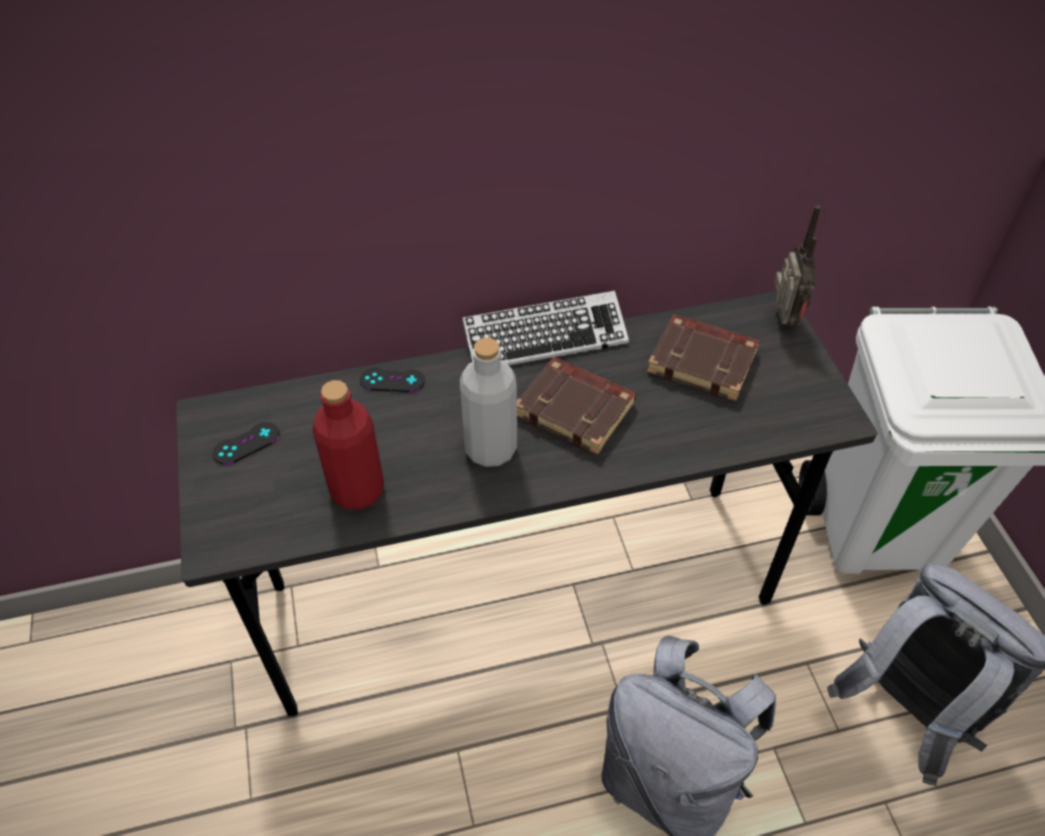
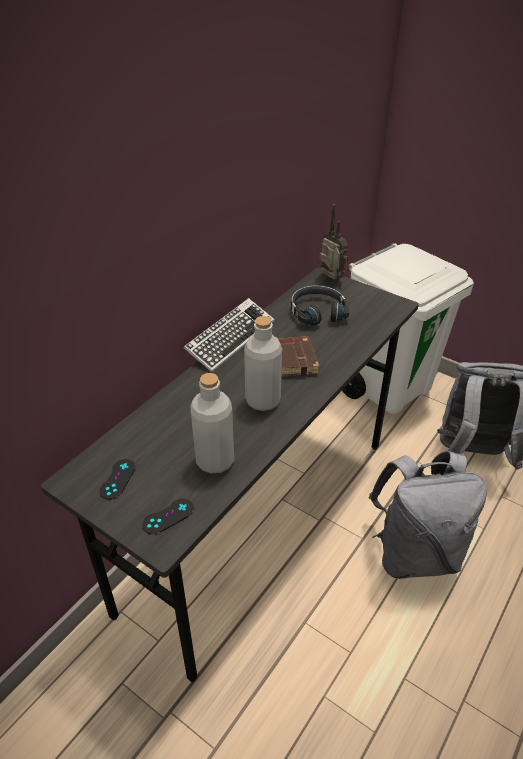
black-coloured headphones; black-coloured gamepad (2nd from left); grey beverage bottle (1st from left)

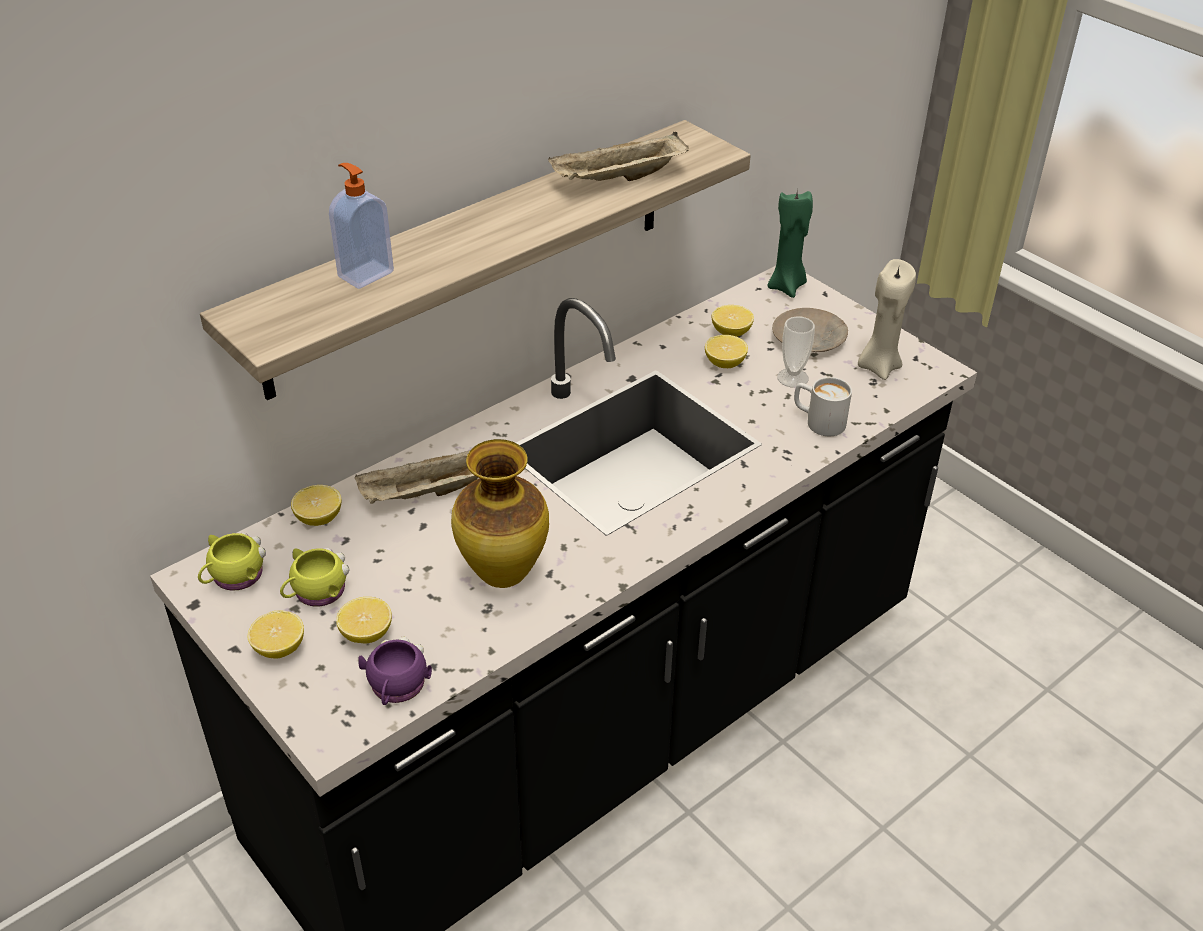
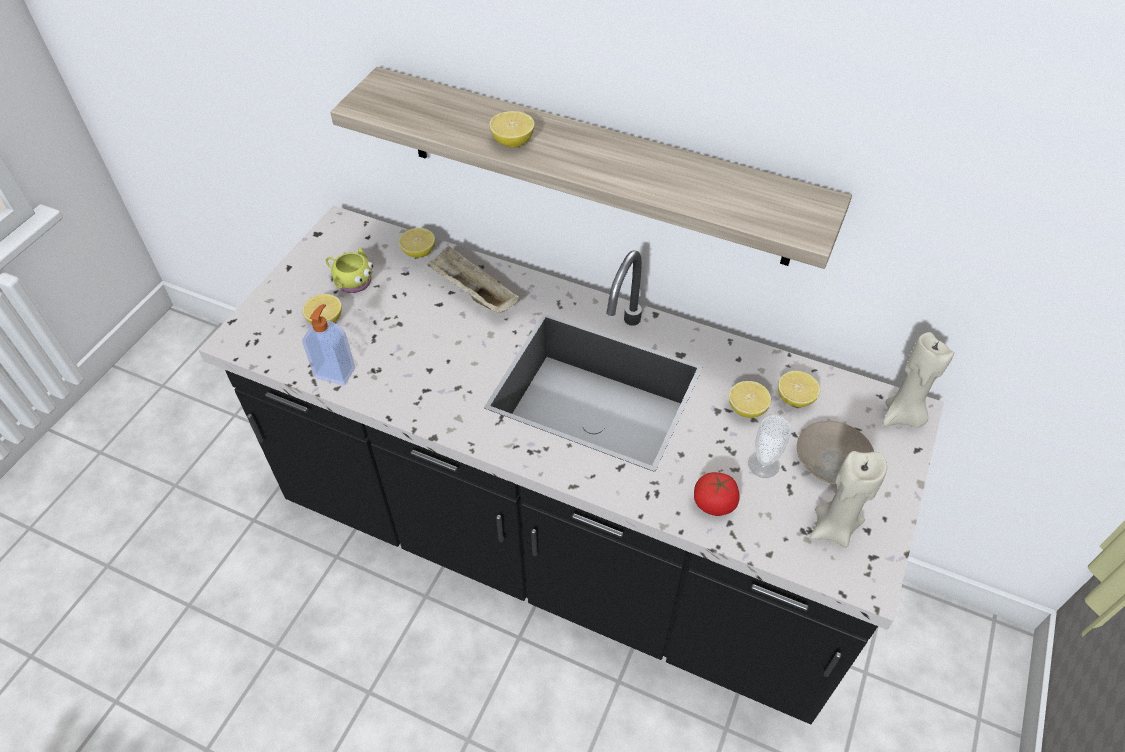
sand-coloured serving tray (2nd from left in the first image); liquid soap bottle; sand-coloured wax candle (2nd from left); fresh tomato; decorative vase; yellow-coloured coffee mug (1st from left in the first image); lemon (3rd from left); purple-coloured coffee mug

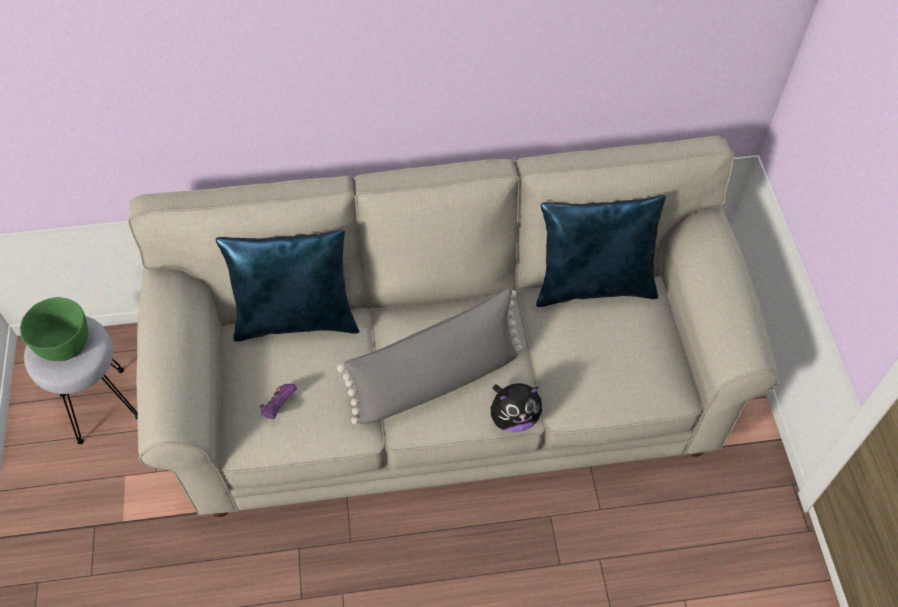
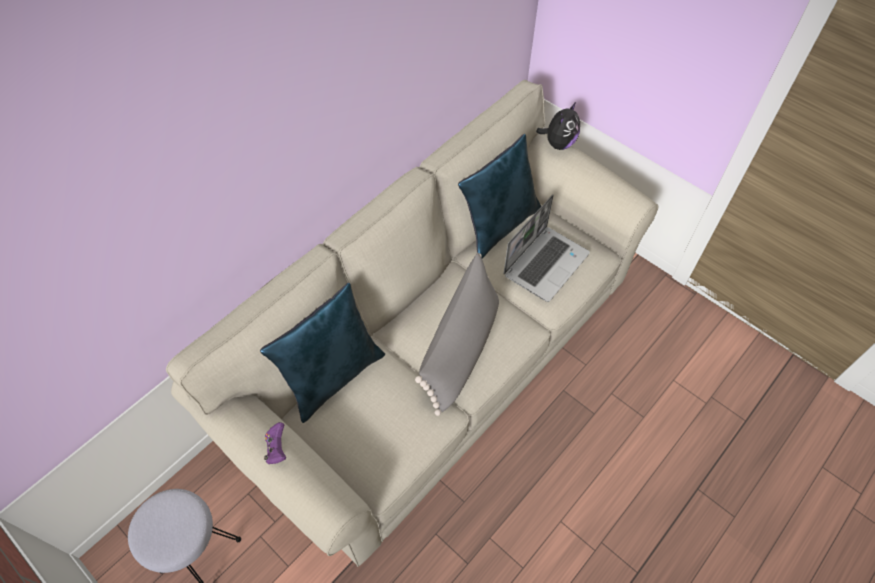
greenish serving bowl; soft toy; purple-coloured gamepad; laptop

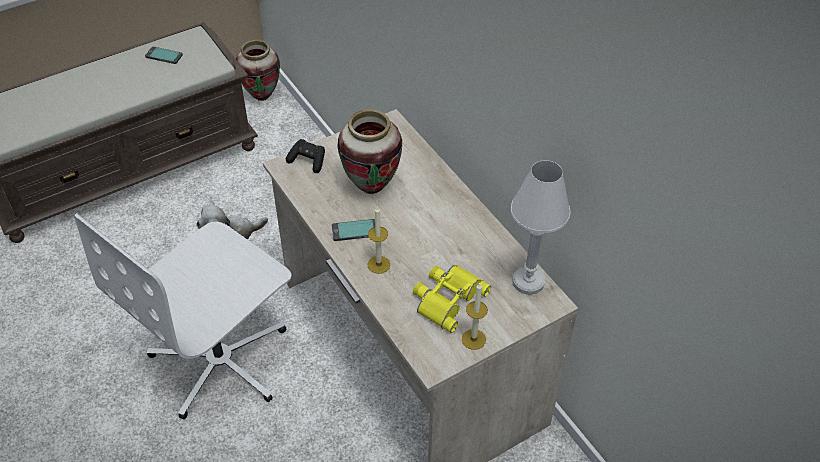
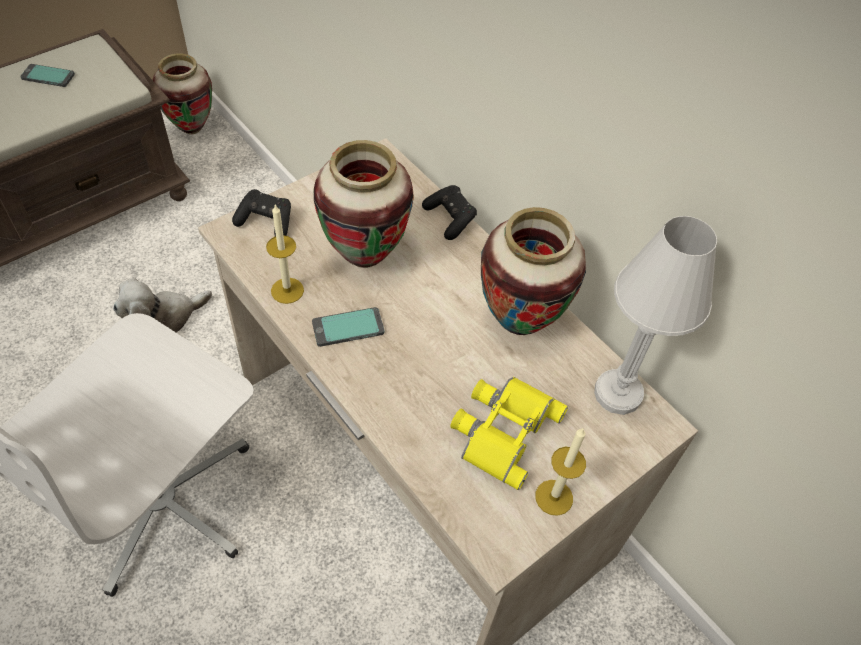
wax candle (1st from left); black-coloured gamepad (2nd from left); decorative vase (3rd from left)

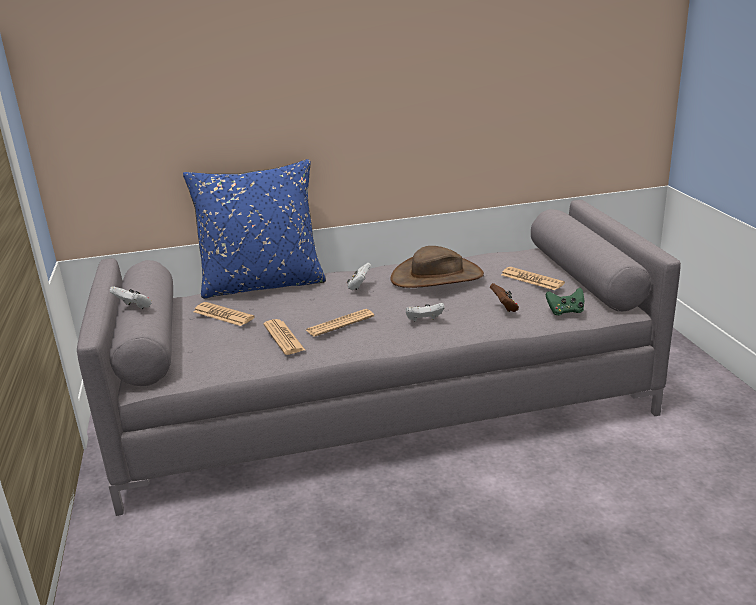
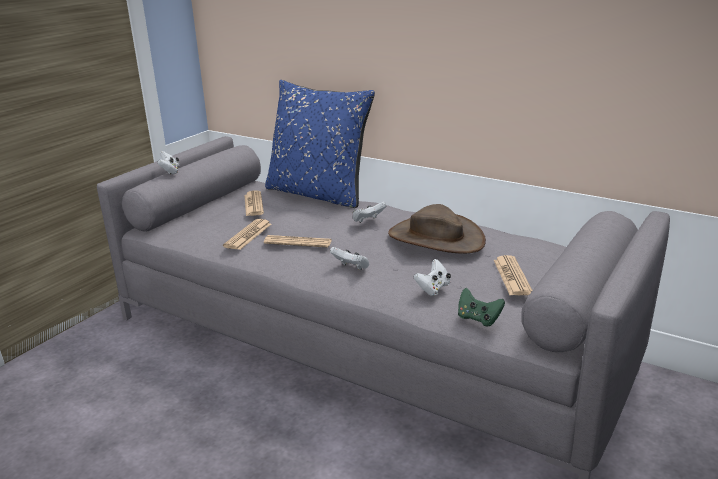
white gamepad (4th from left)

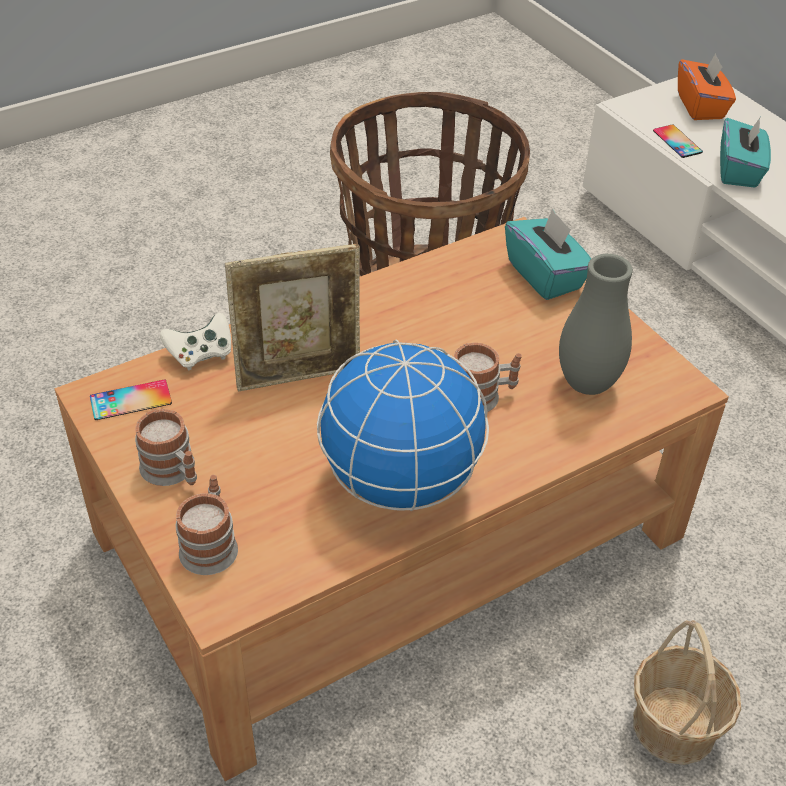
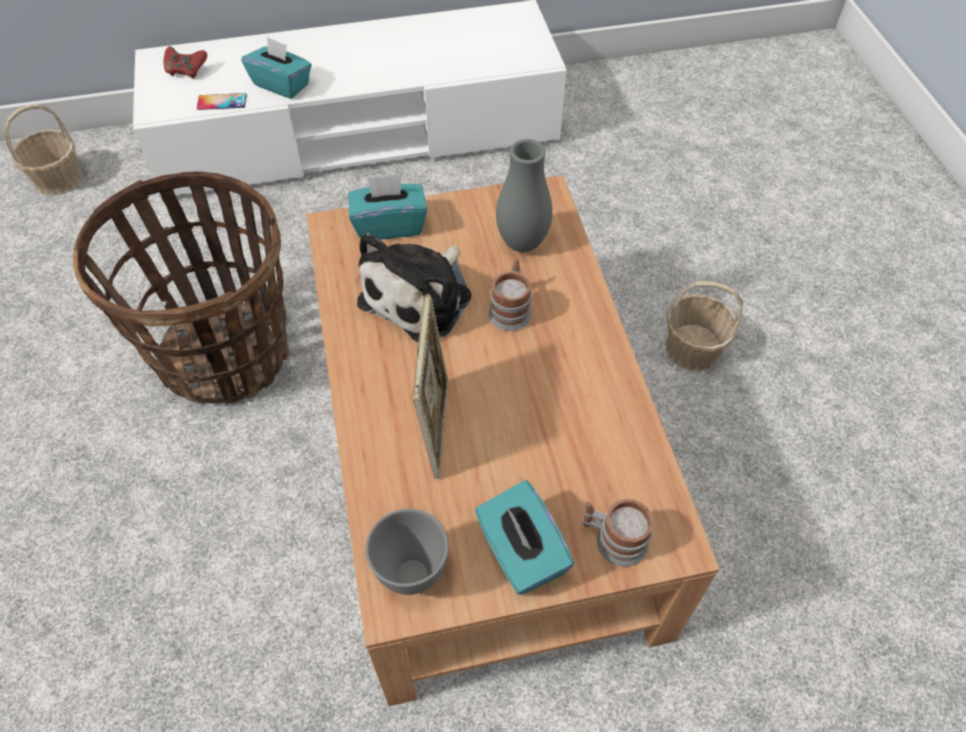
red gamepad; white gamepad; globe; grey serving bowl; blue-green tissue holder (3rd from left); storage basket (1st from left); soft toy

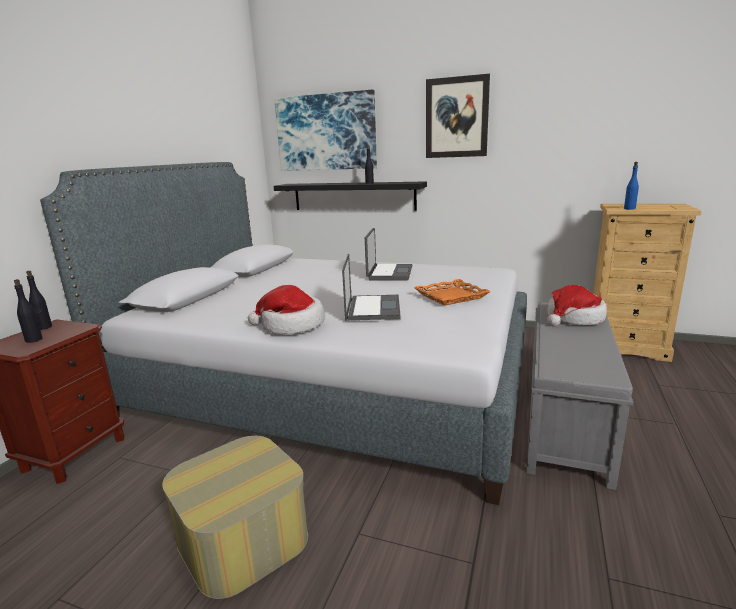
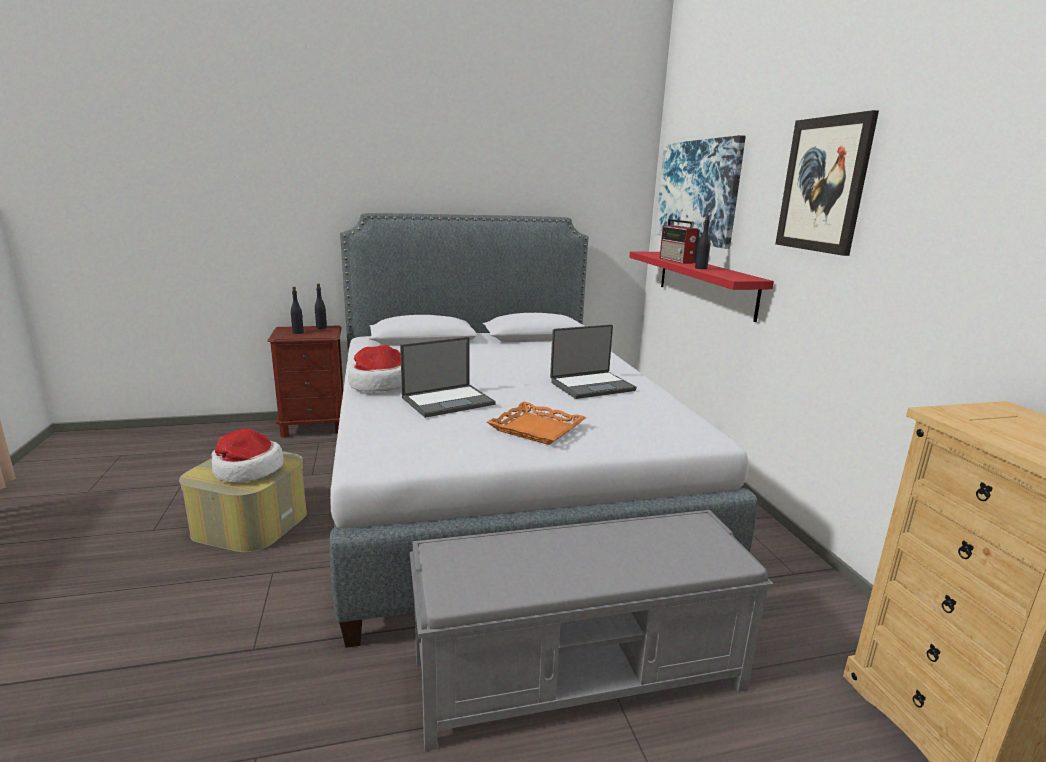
bluish beverage bottle; red shelf; wearable hat (1st from left); radio set

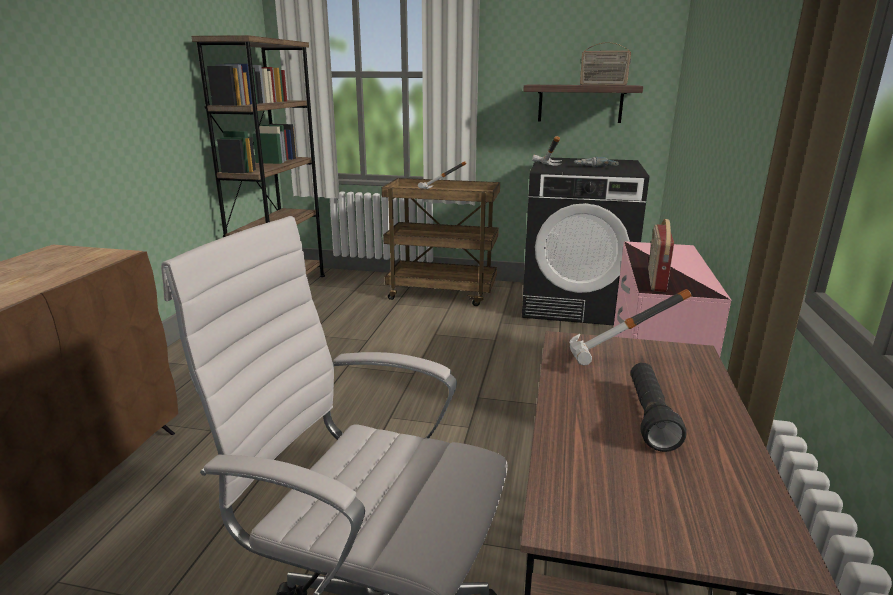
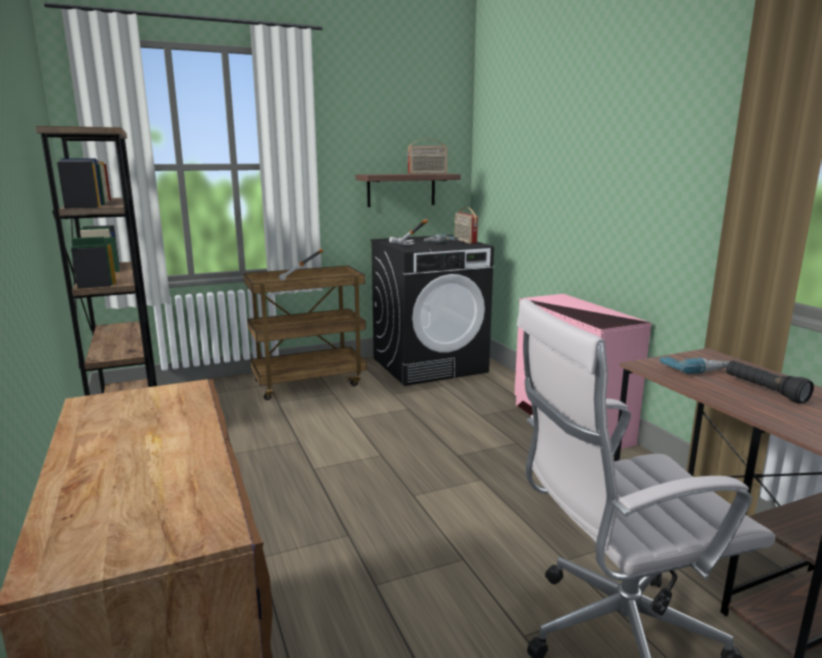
radio set (2nd from left); electric drill (2nd from left)

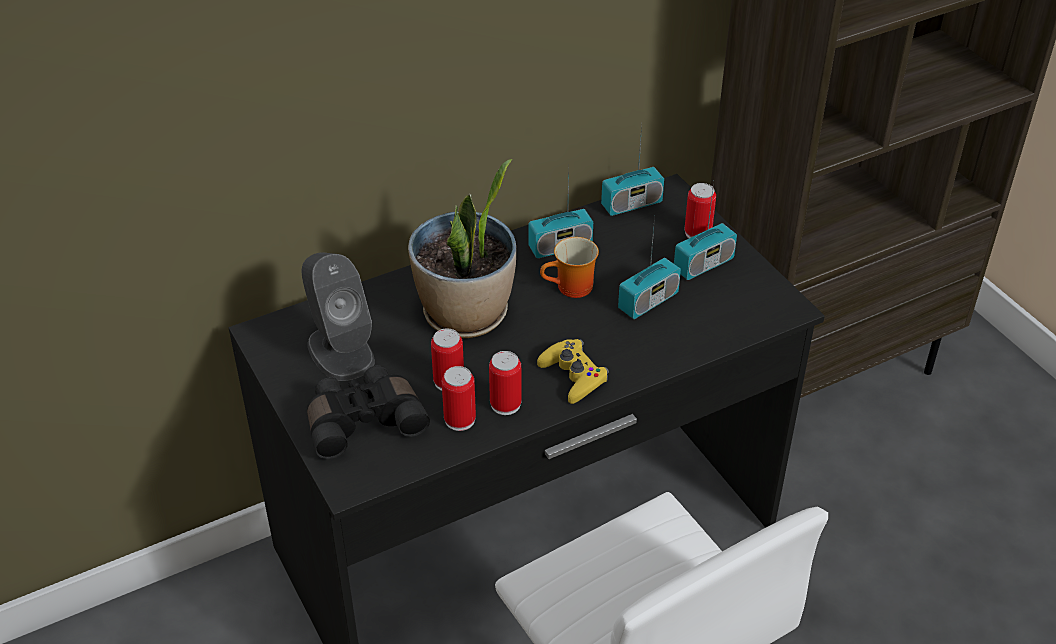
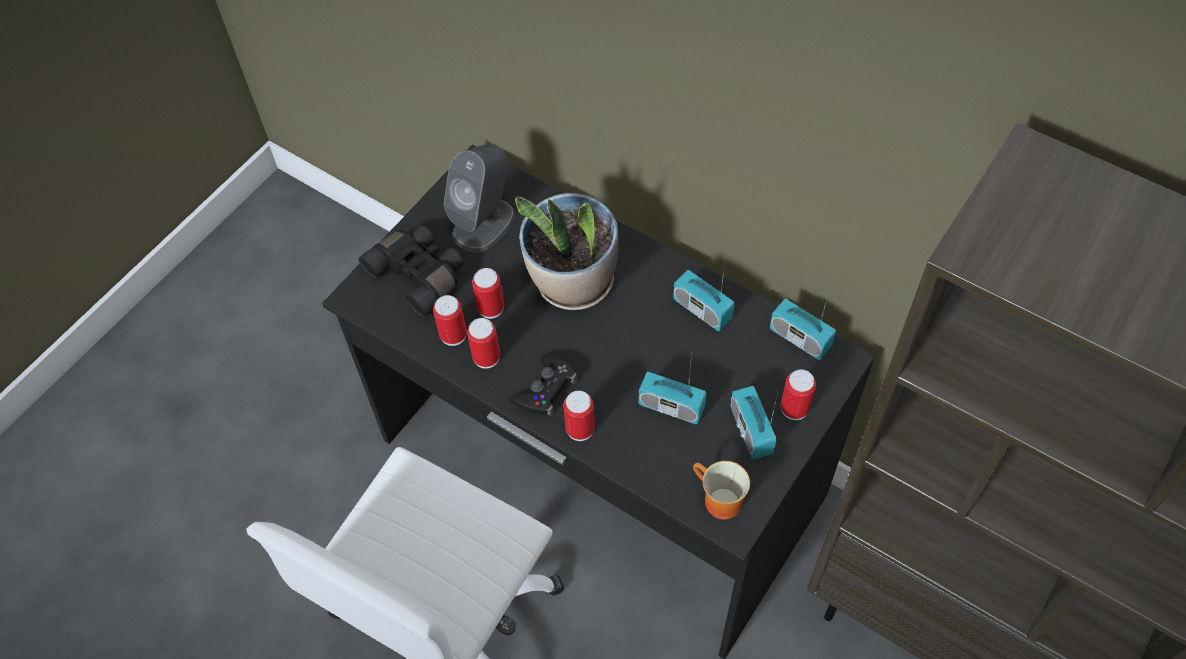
radio set (3rd from left); coffee mug; black-coloured gamepad; sealed can (4th from left)

